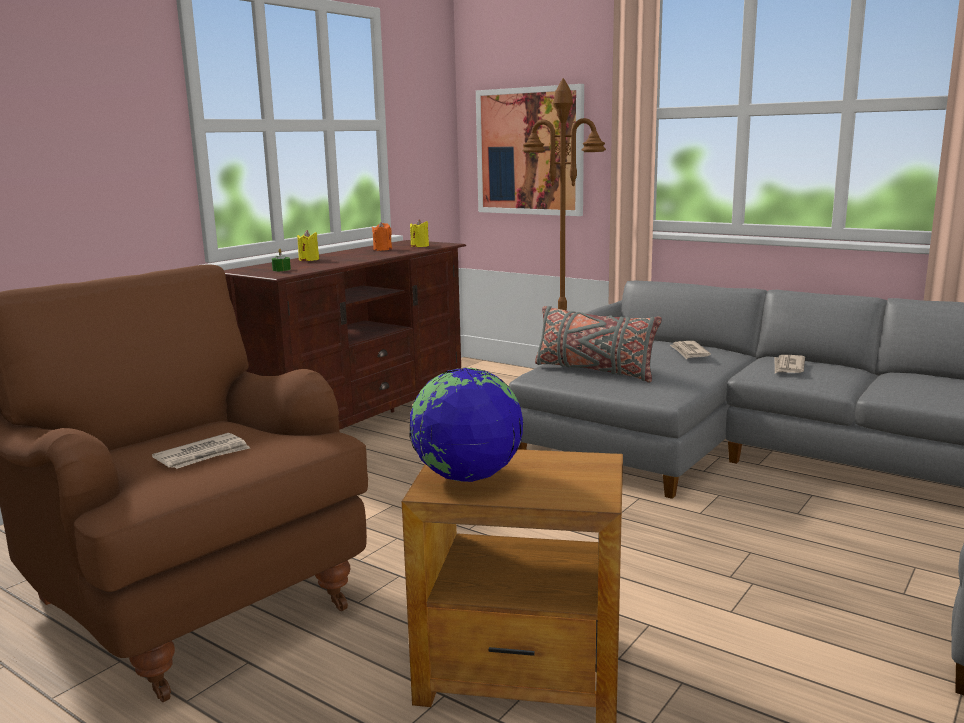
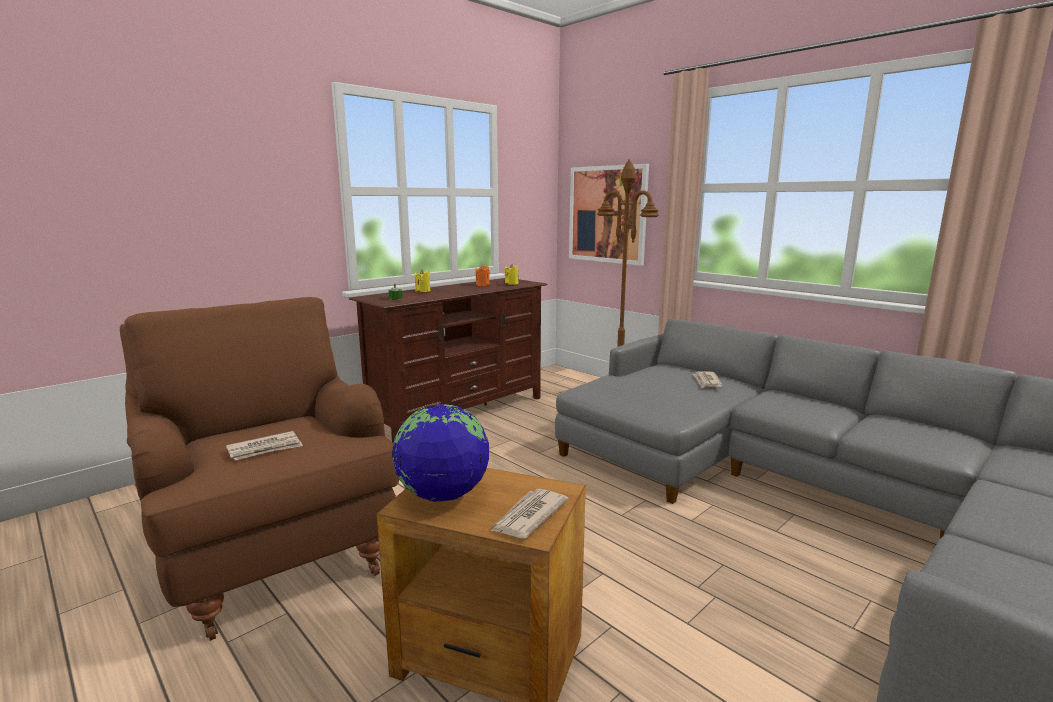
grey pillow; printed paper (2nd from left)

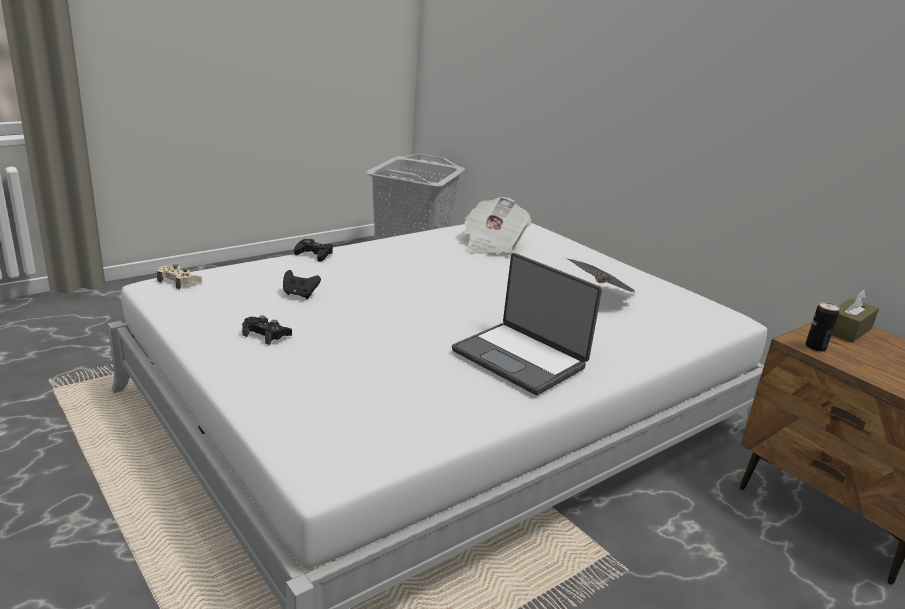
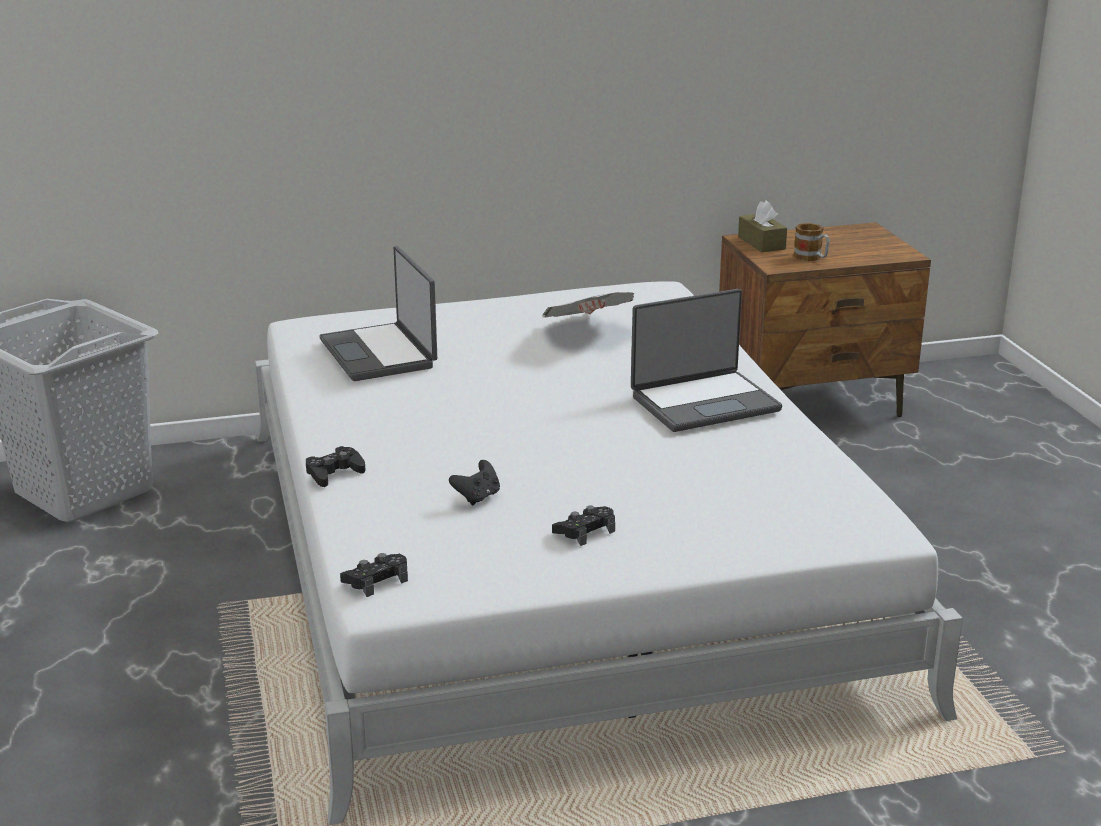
laptop (1st from left); black-coloured gamepad (2nd from left); sealed can; coffee mug

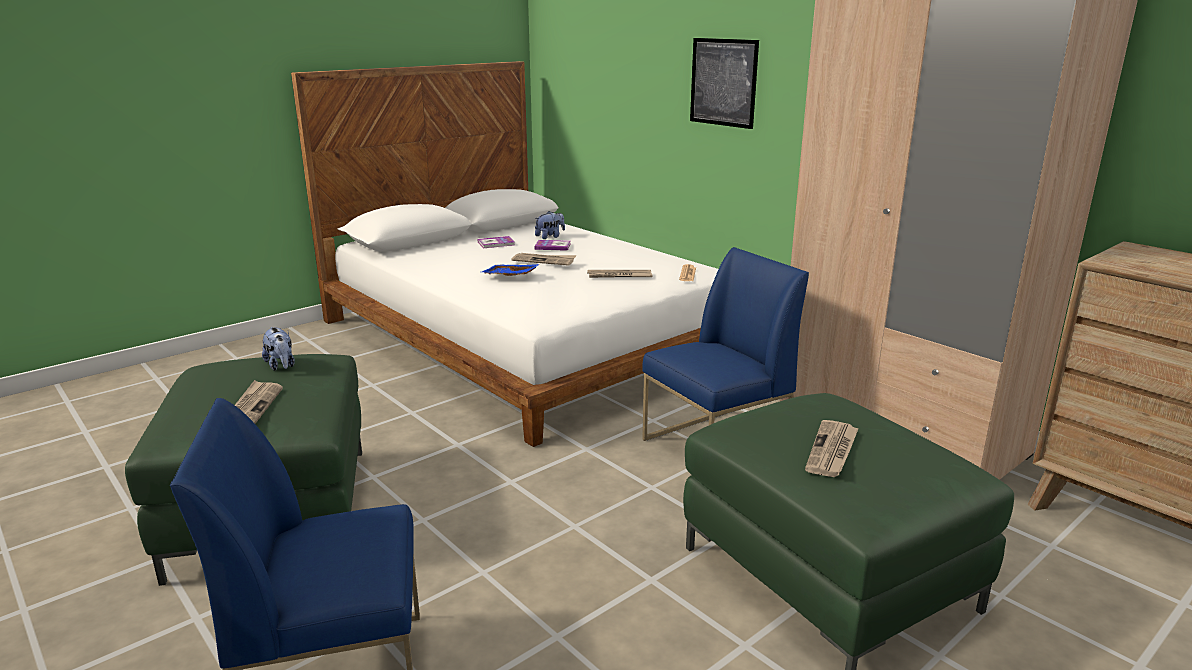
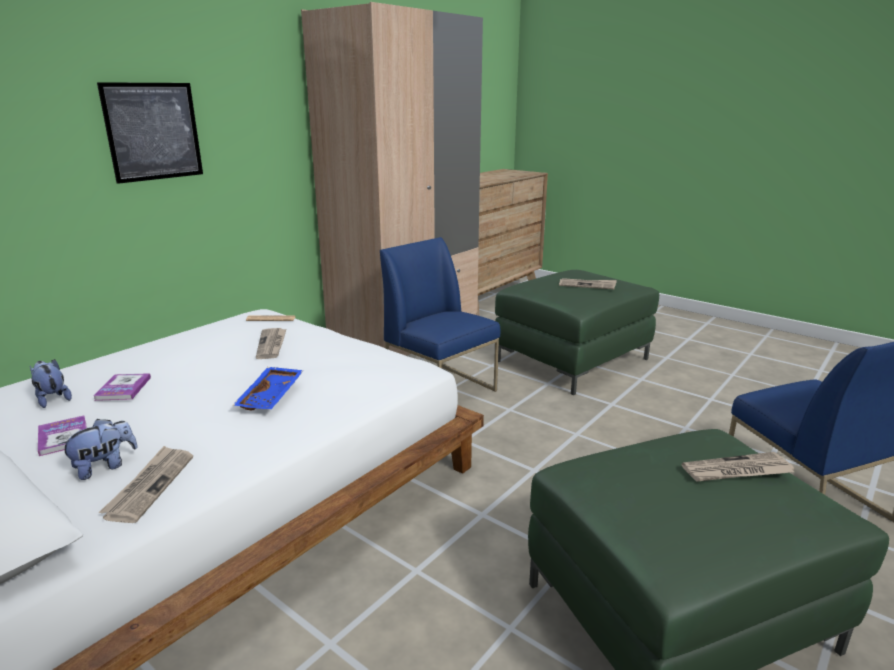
printed paper (1st from left); soft toy (2nd from left)

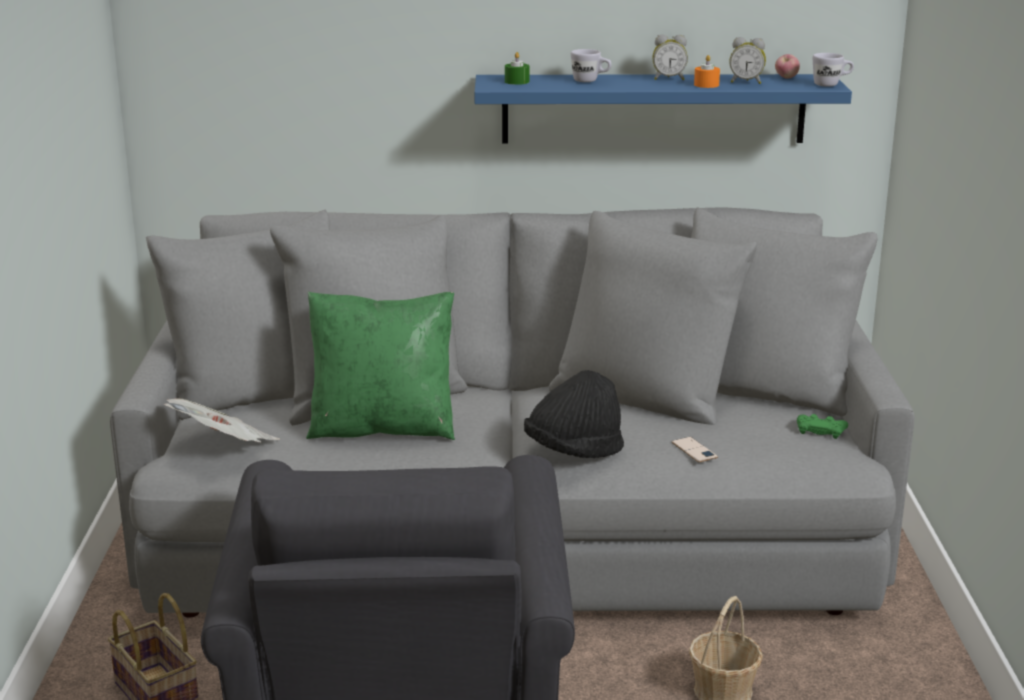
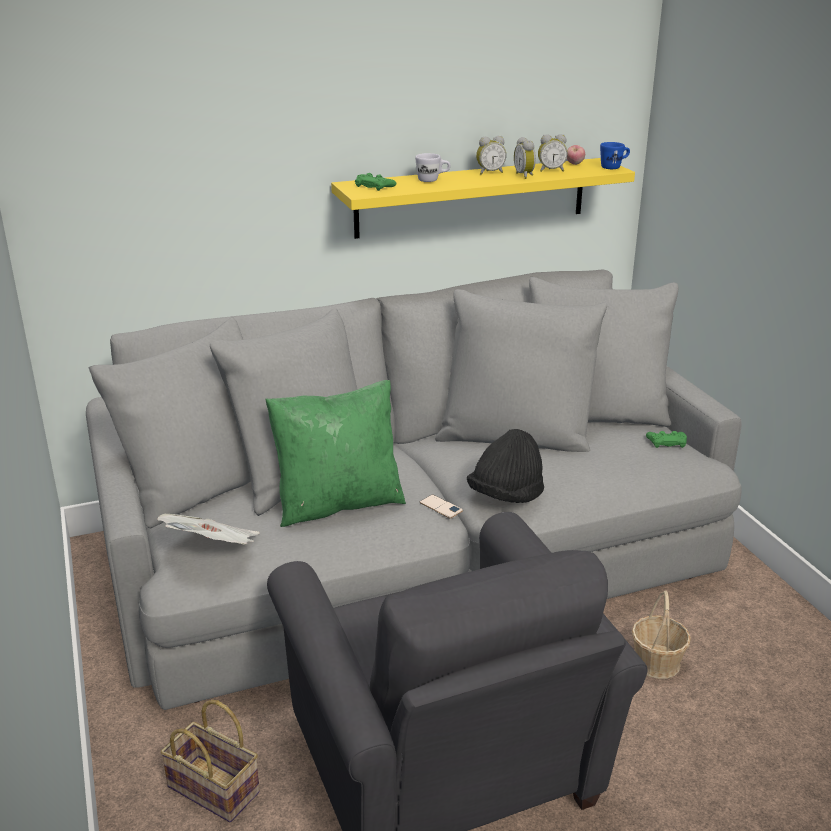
greenish gamepad (1st from left); bluish coffee mug; alarm clock (2nd from left); yellow-coloured shelf; handset

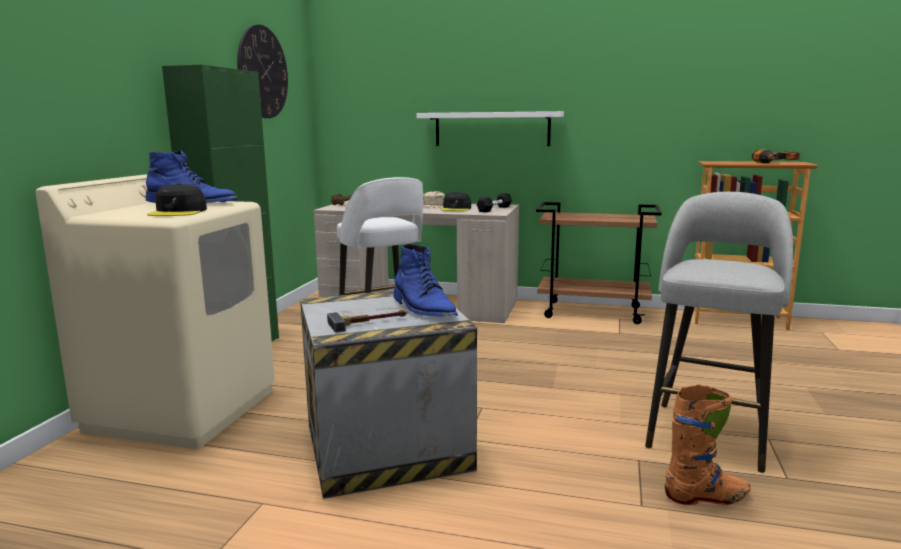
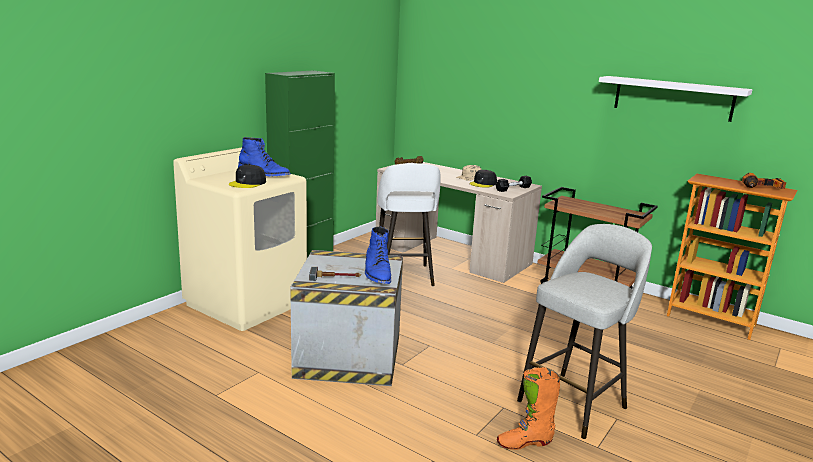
hanging clock; white shelf; orange-coloured tall boot

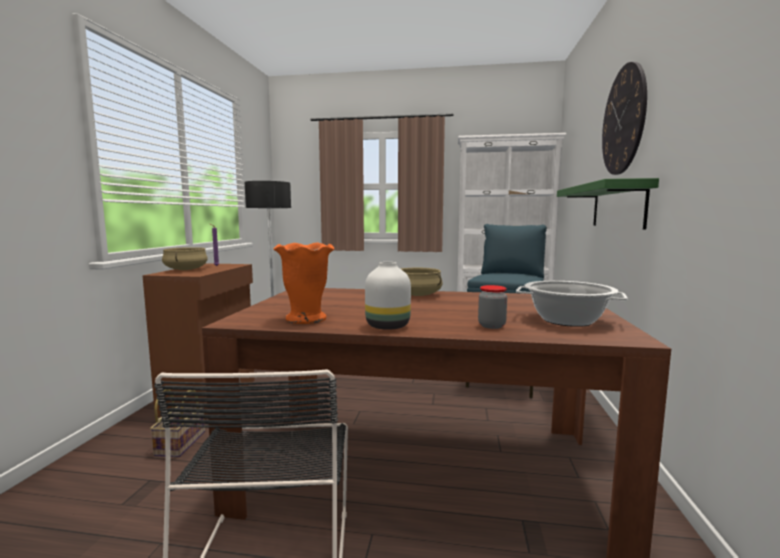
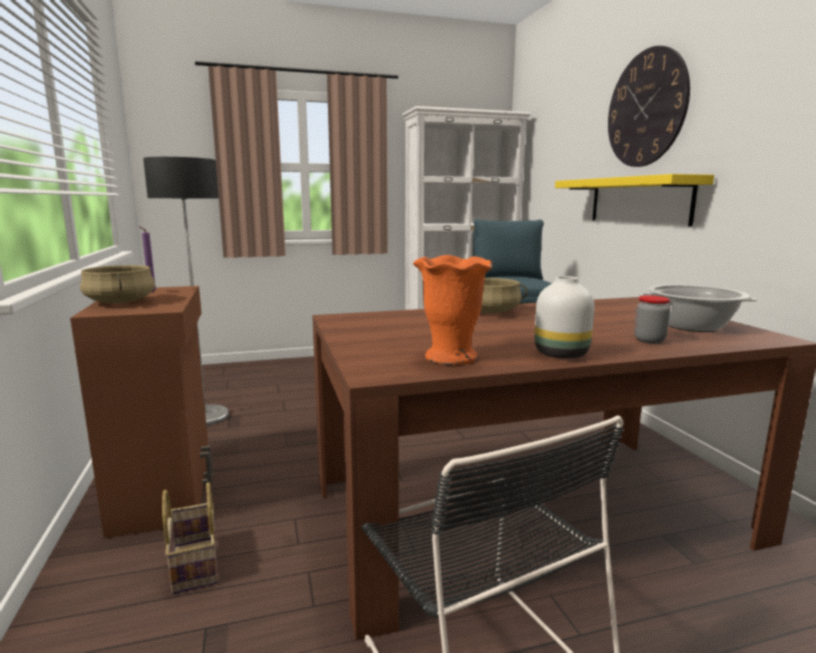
yellow-coloured shelf

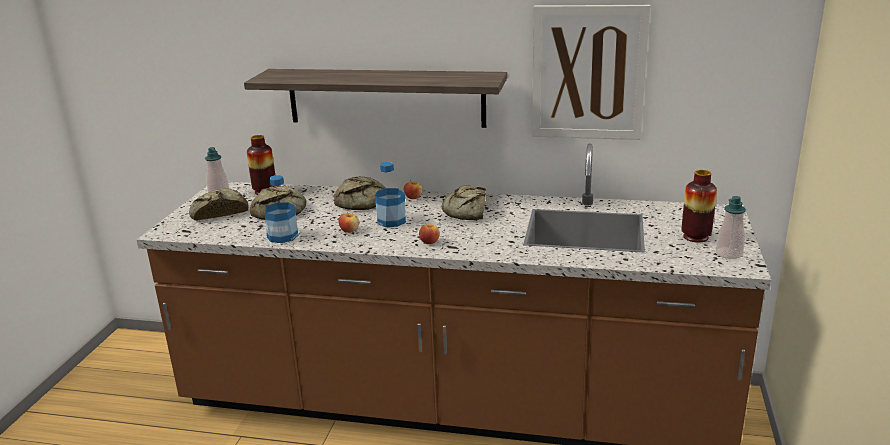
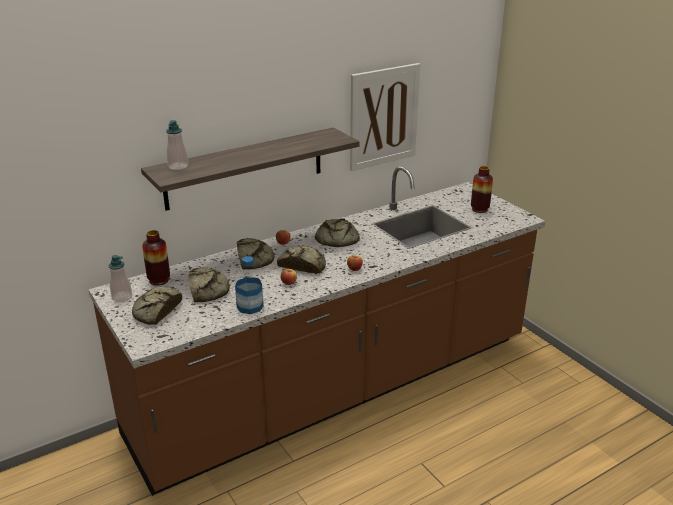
bakery bread (4th from left); liquid soap bottle (2nd from left)

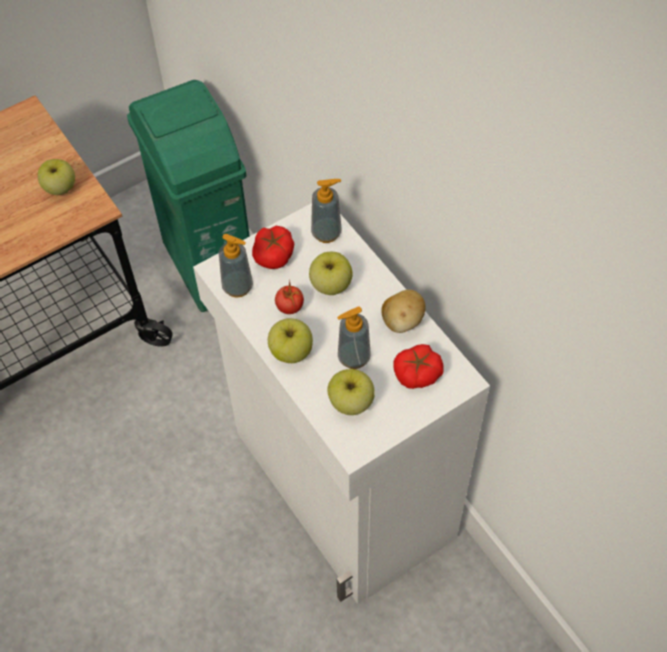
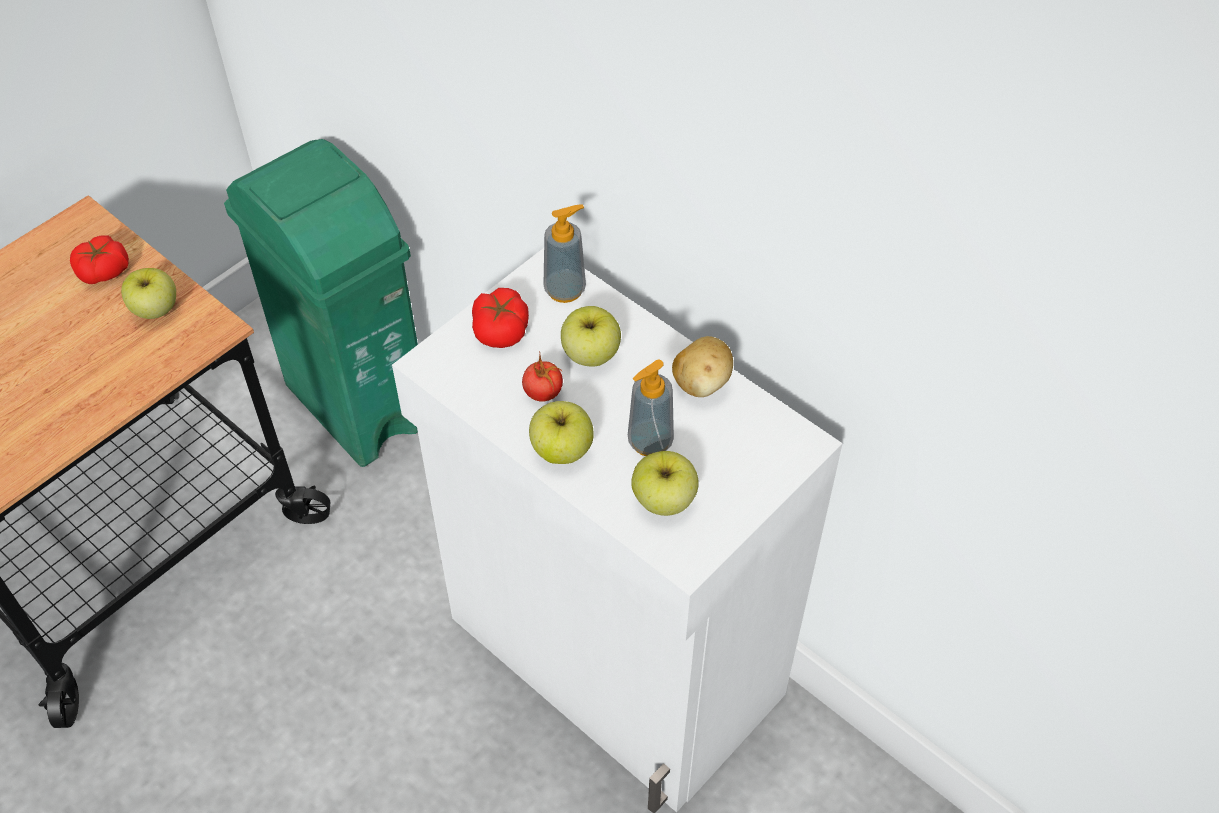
liquid soap bottle (1st from left in the first image); fresh tomato (1st from left)

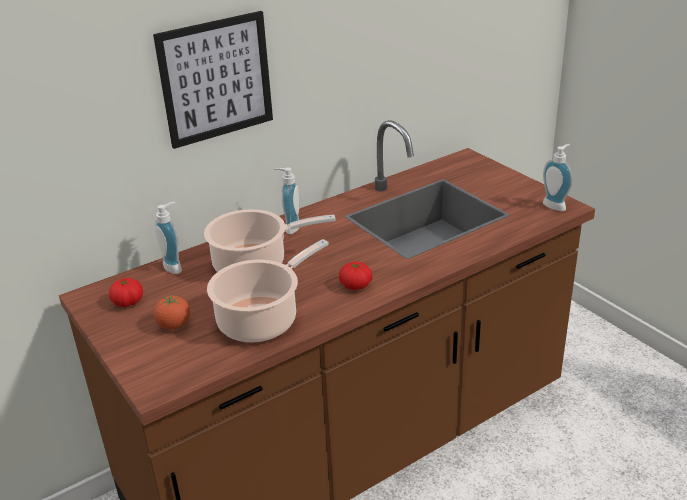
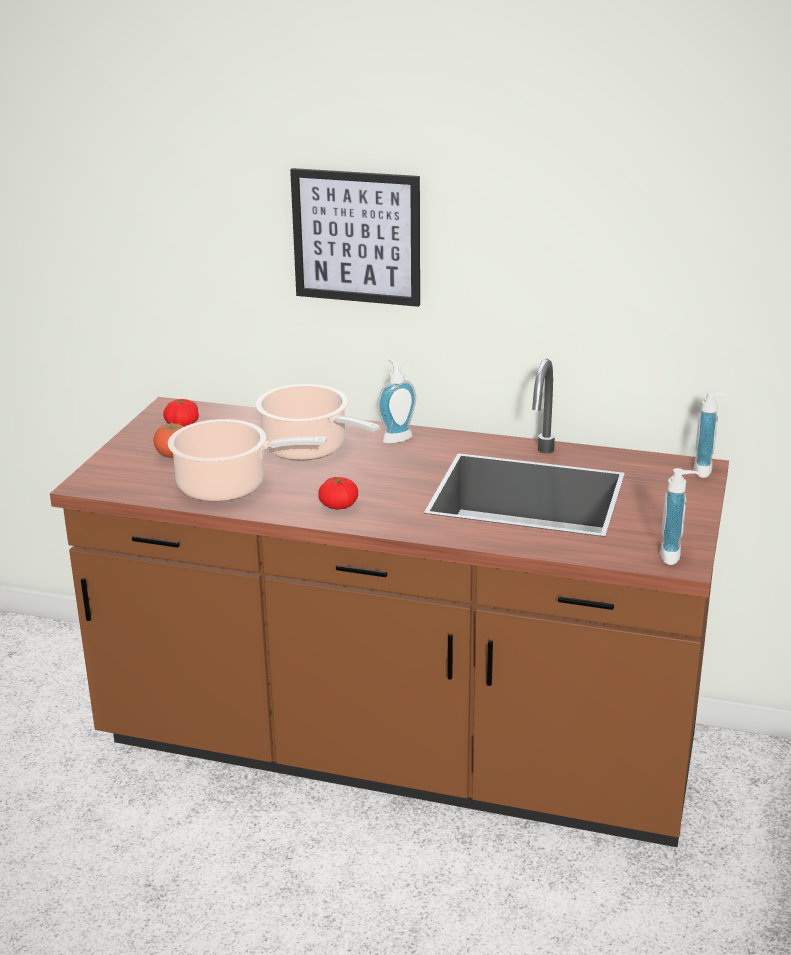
liquid soap bottle (3rd from left)

